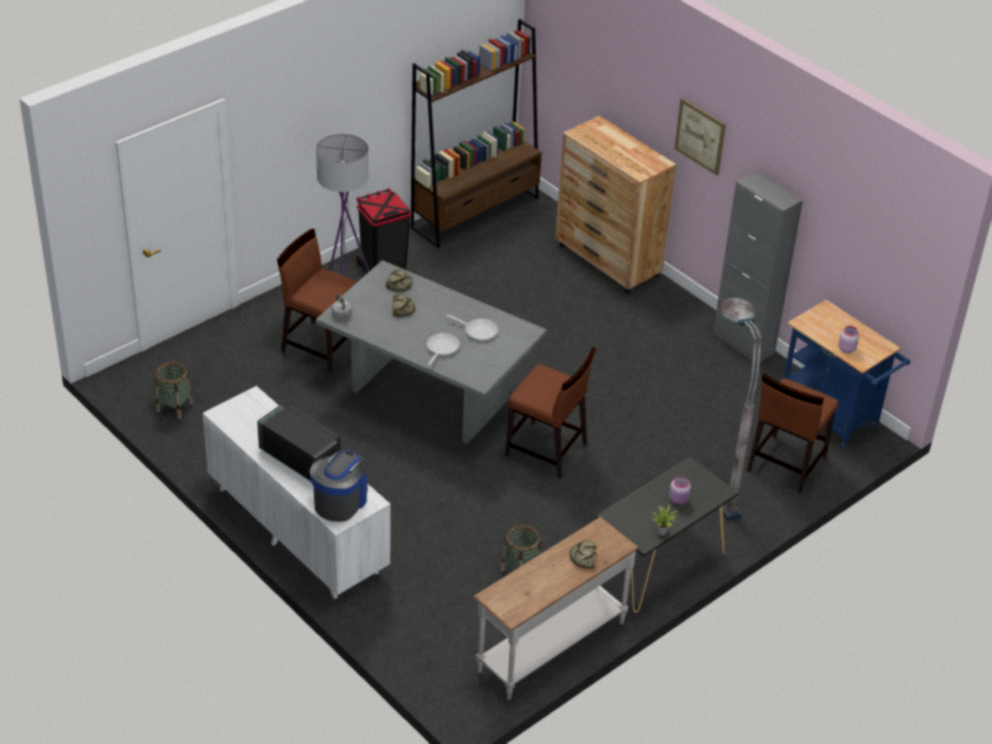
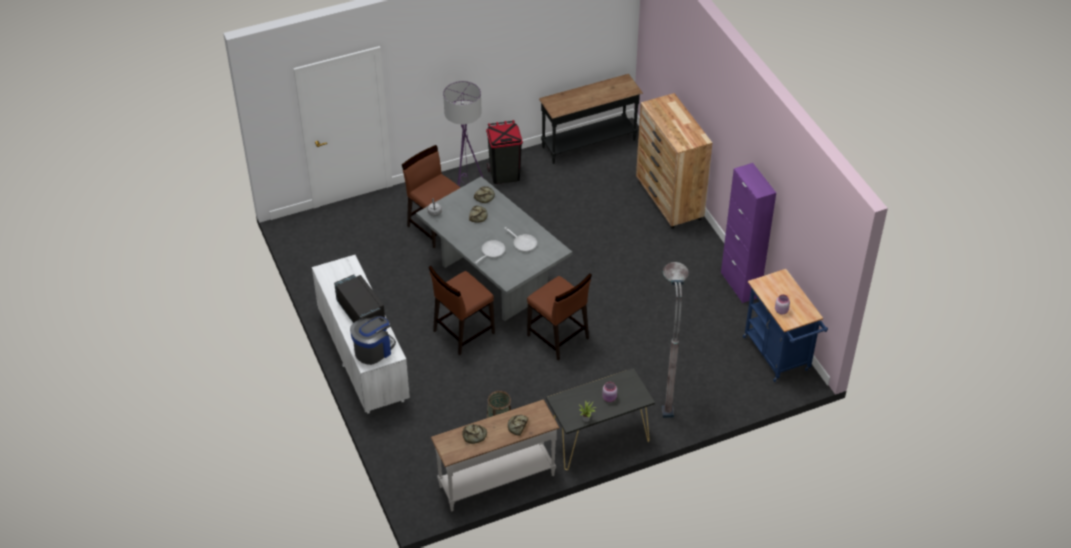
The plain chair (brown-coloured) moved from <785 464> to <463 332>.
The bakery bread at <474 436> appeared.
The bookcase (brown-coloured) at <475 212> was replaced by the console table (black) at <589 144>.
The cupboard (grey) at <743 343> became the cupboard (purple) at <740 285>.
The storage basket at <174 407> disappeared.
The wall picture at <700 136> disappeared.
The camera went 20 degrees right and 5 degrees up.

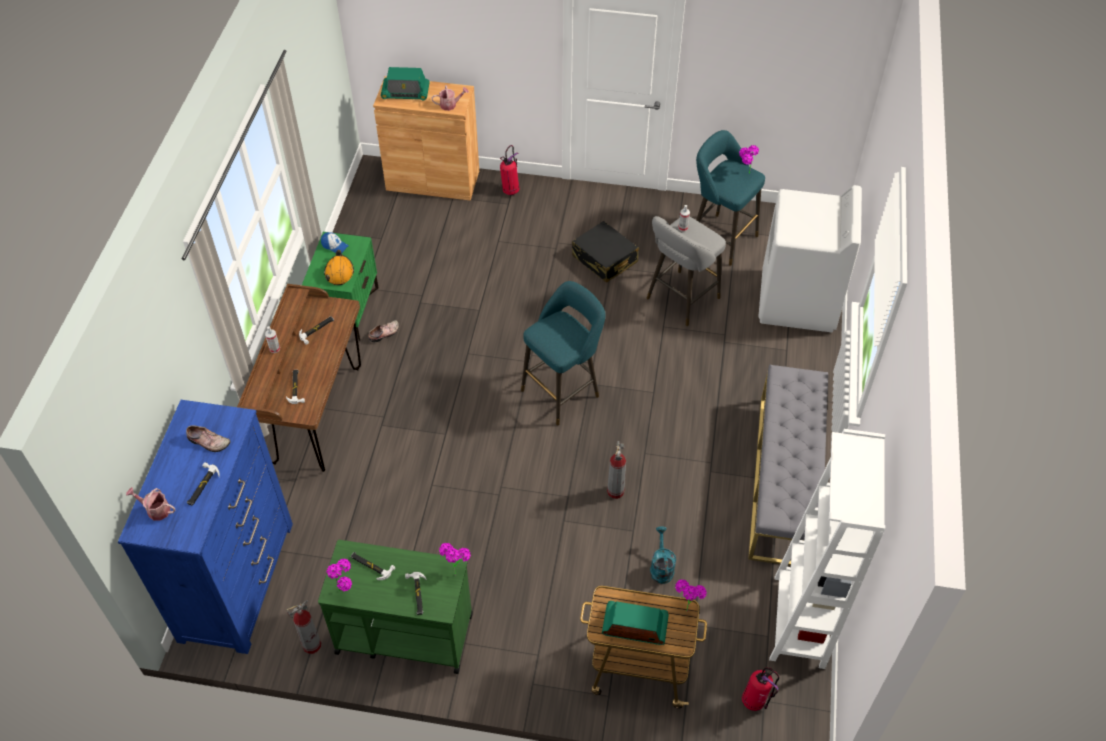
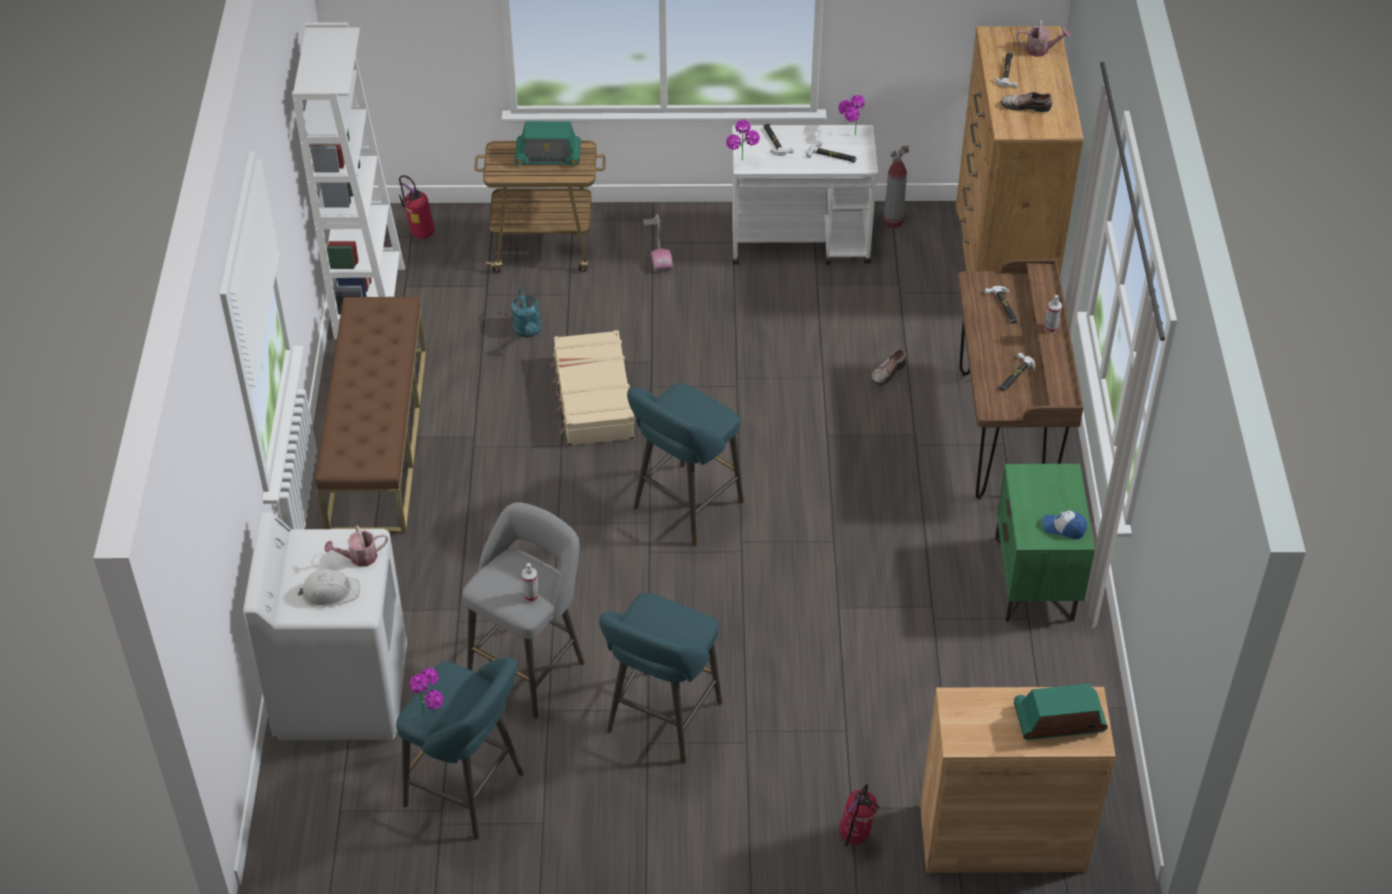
The work helmet (white) at <329 592> appeared.
The bench (grey) at <785 480> became the bench (brown-coloured) at <377 438>.
The watering can moved from <450 105> to <359 557>.
The extinguisher at <615 491> was replaced by the travel case (sand-coloured) at <593 399>.
The travel case (black) at <604 259> was replaced by the stool (turquoise) at <661 722>.
The vacuum at <657 246> appeared.
The cart (greenish) at <403 633> became the cart (white) at <801 242>.
The item of footwear moved from <385 334> to <887 371>.
The chest of drawers (blue) at <237 581> became the chest of drawers (brown-coloured) at <1002 261>.
The work helmet (orangey) at <339 272> disappeared.
The potted plant at <687 606> disappeared.
The camera went 170 degrees right and 5 degrees down.

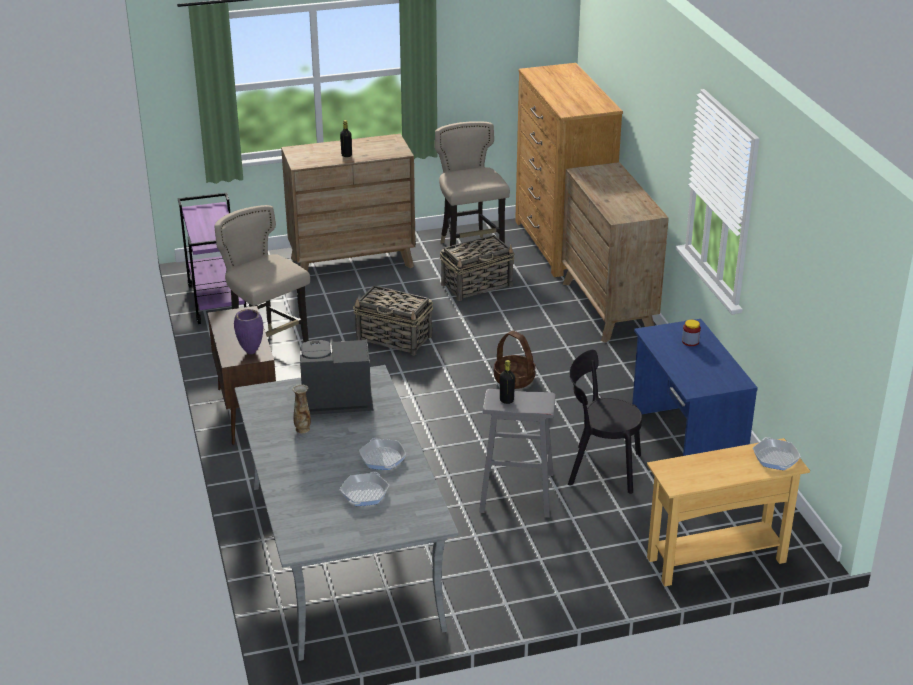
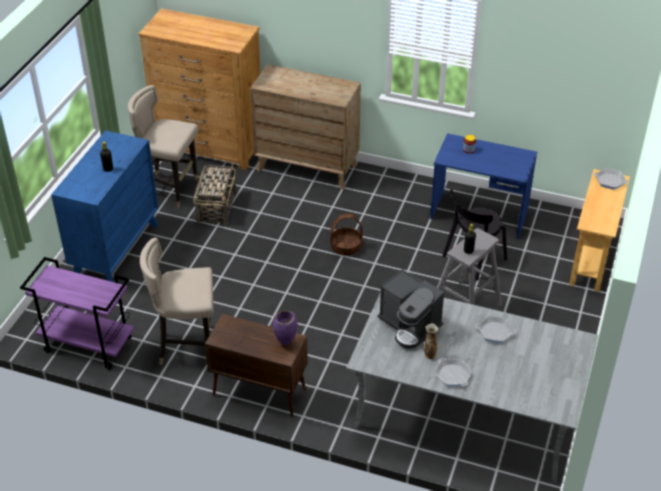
The chest of drawers (brown-coloured) at <352 262> became the chest of drawers (blue) at <116 250>.
The coffee brewer at <334 401> turned 75 degrees counterclockwise.
The frying pan moved from <364 493> to <453 375>.
The storage basket at <395 339> disappeared.
The camera went 55 degrees left and 10 degrees up.

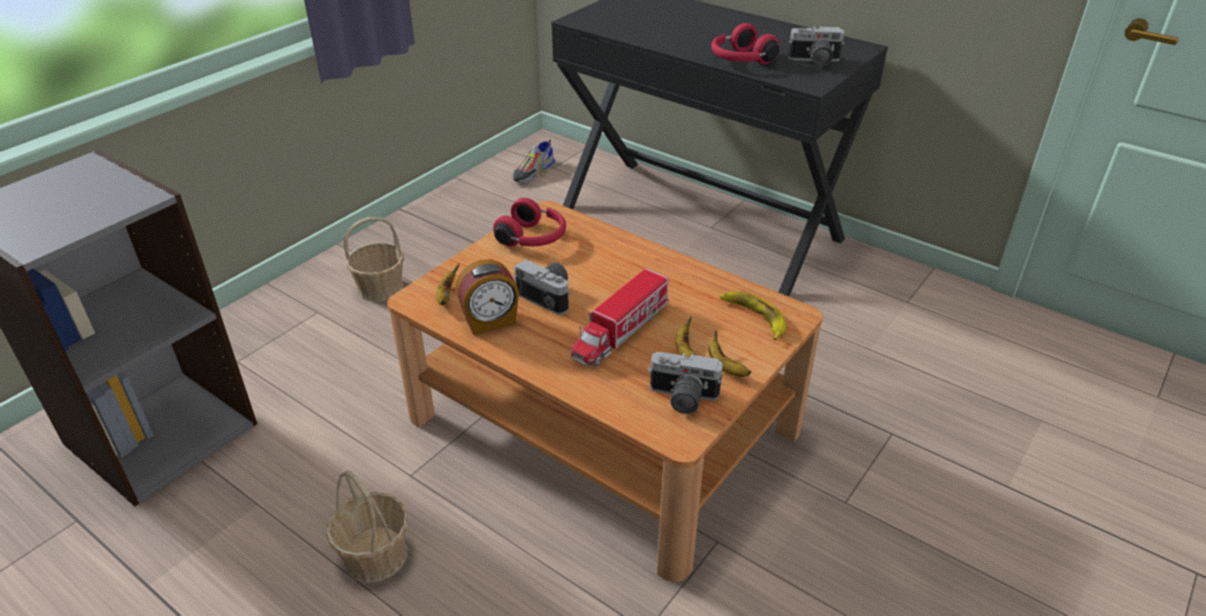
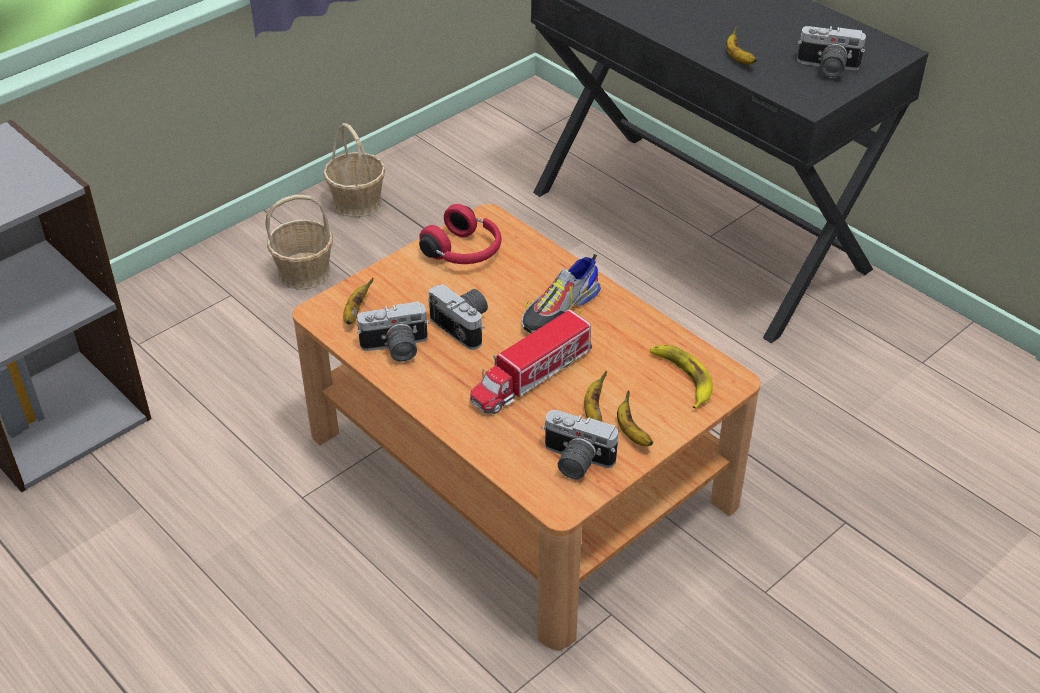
The storage basket moved from <375 555> to <357 202>.
The alarm clock at <490 322> was replaced by the still camera at <395 349>.
The item of footwear moved from <533 172> to <560 310>.
The headphones (red-coloured) at <740 60> was replaced by the banana fruit at <738 58>.
The camera went 10 degrees right and 5 degrees up.

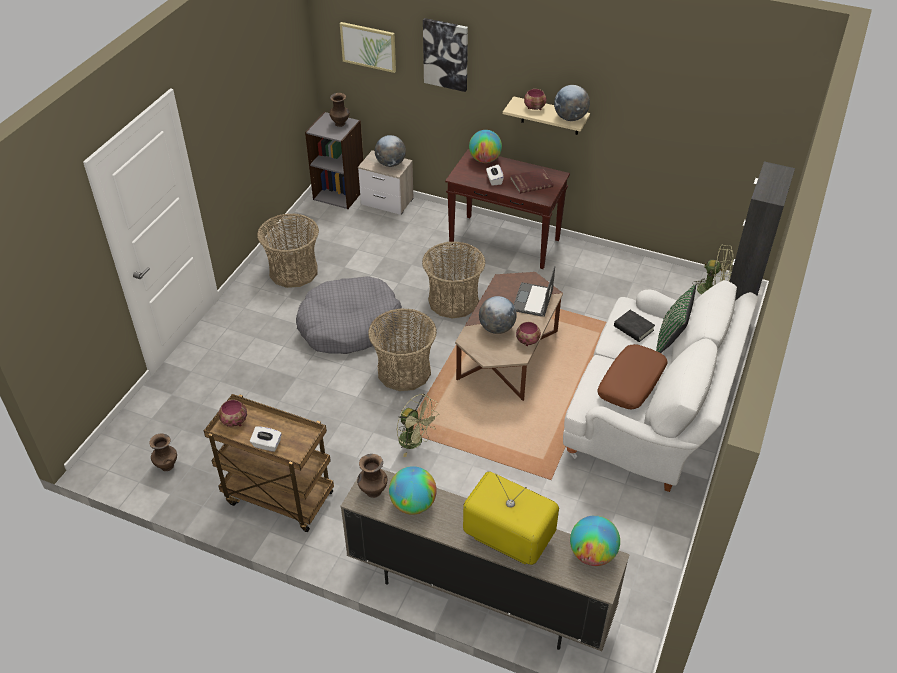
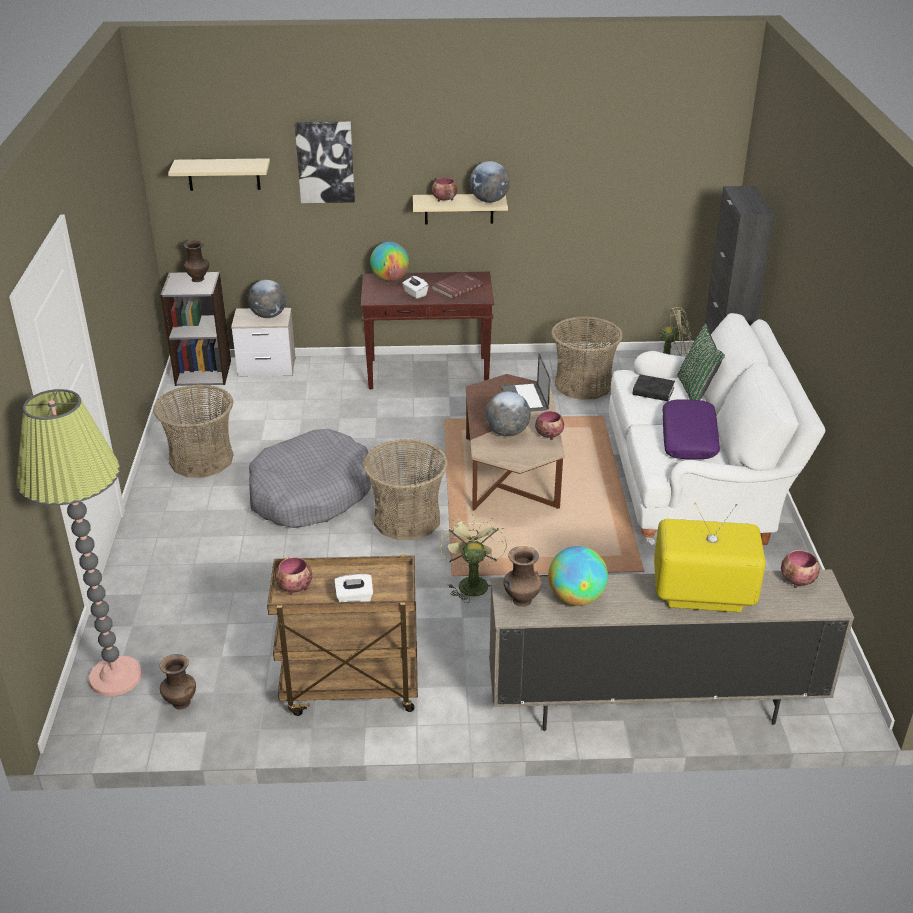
The standing lamp at <115 677> appeared.
The wall picture at <368 46> was replaced by the wall shelf (sand-coloured) at <223 174>.
The cooling fan (greenish) at <415 442> turned 105 degrees counterclockwise.
The storage basket moved from <453 301> to <583 384>.
The throw pillow (brown-coloured) at <631 383> became the throw pillow (purple) at <689 438>.
The world globe at <592 554> was replaced by the deep dish at <797 581>.
The camera went 25 degrees left and 10 degrees down.

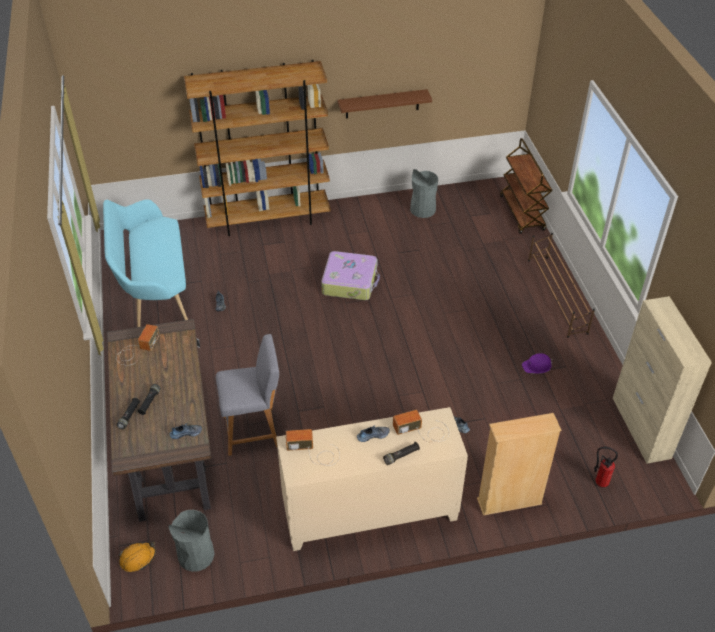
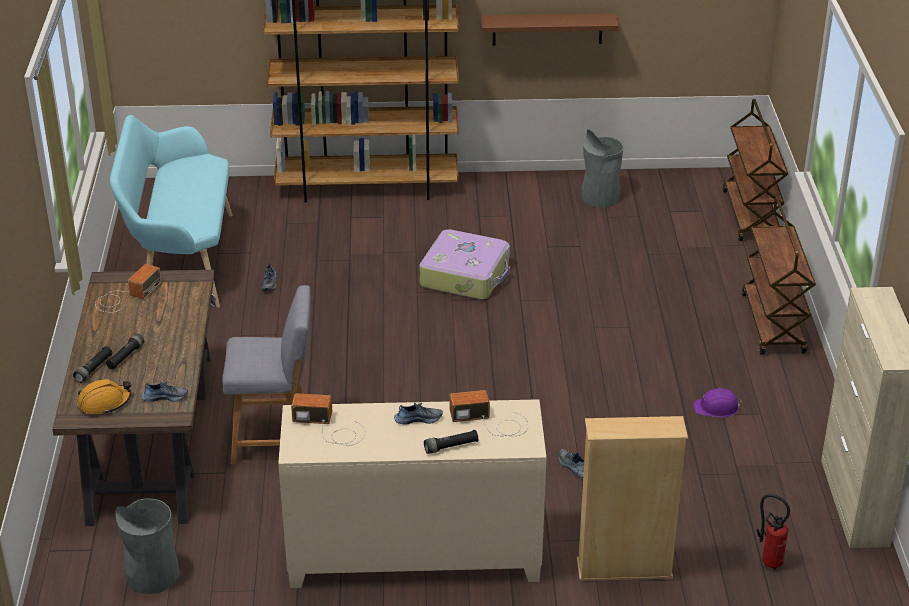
The work helmet (orangey) moved from <138 558> to <104 403>.
The shoe stand (brown-coloured) at <557 296> was replaced by the cart (brown-coloured) at <773 324>.
The camera went 10 degrees right and 10 degrees down.

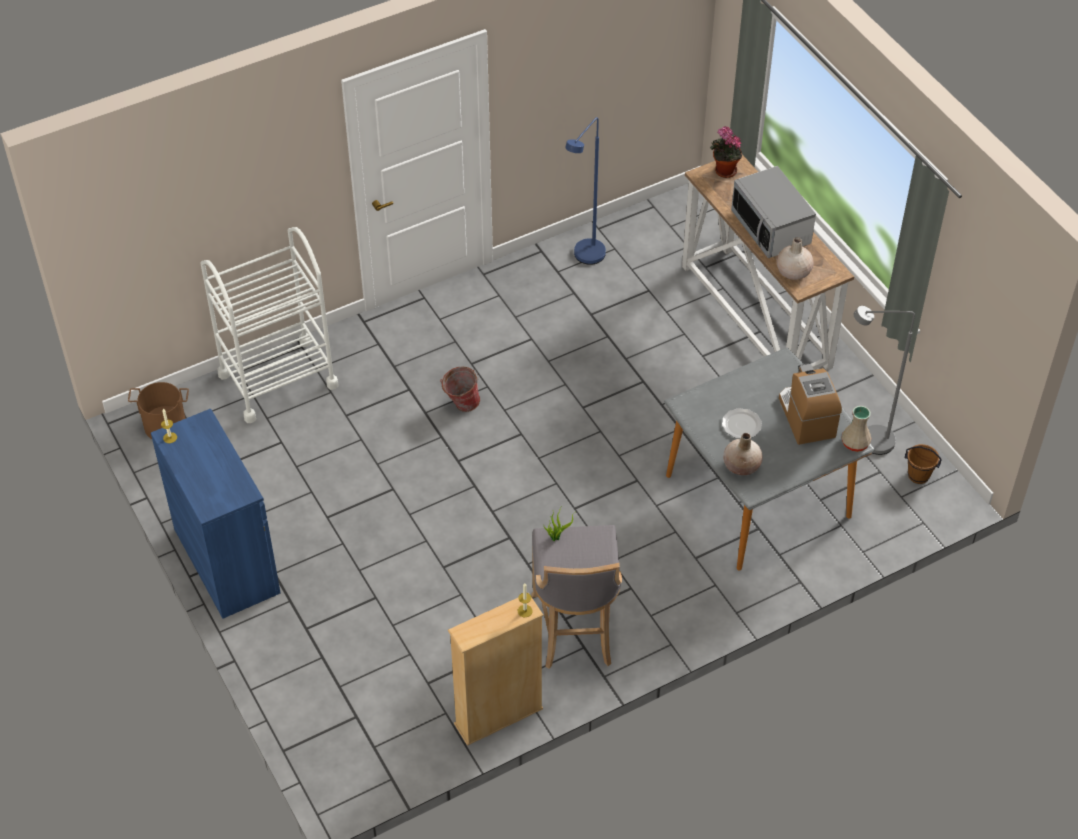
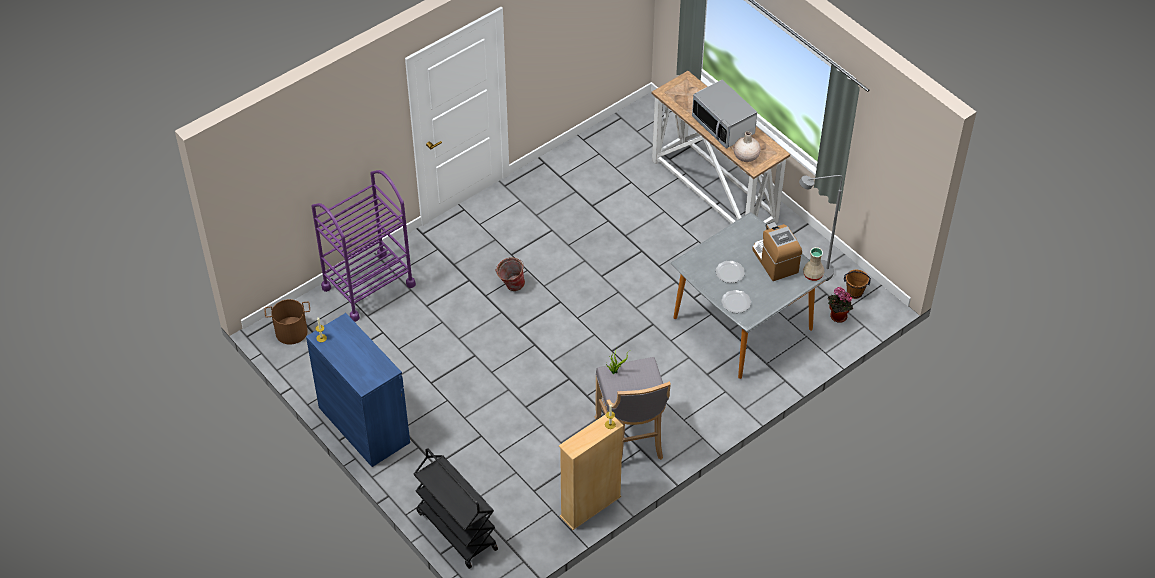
The cart (white) at <278 380> became the cart (purple) at <368 286>.
The cart (black) at <456 530> appeared.
The vase (sand-coloured) at <742 466> was replaced by the plate at <736 302>.
The potted plant moved from <723 171> to <837 317>.
The standing lamp (blue) at <585 259> disappeared.
The camera went 10 degrees left and 0 degrees up.

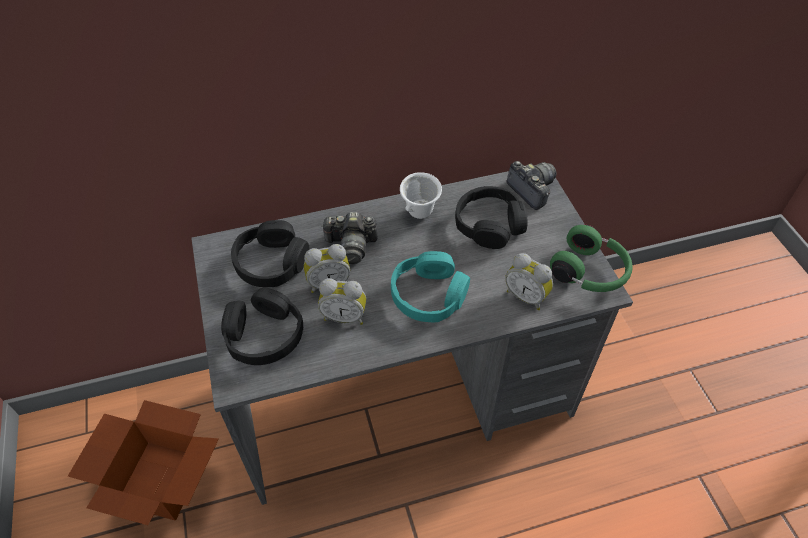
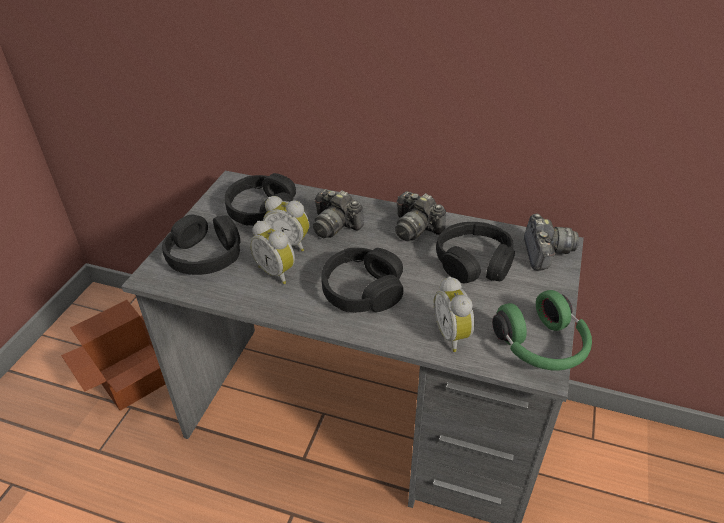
The headphones (turquoise) at <429 295> became the headphones (black) at <362 290>.
The mug (white) at <420 215> was replaced by the still camera at <415 228>.
The camera went 35 degrees right and 10 degrees down.

